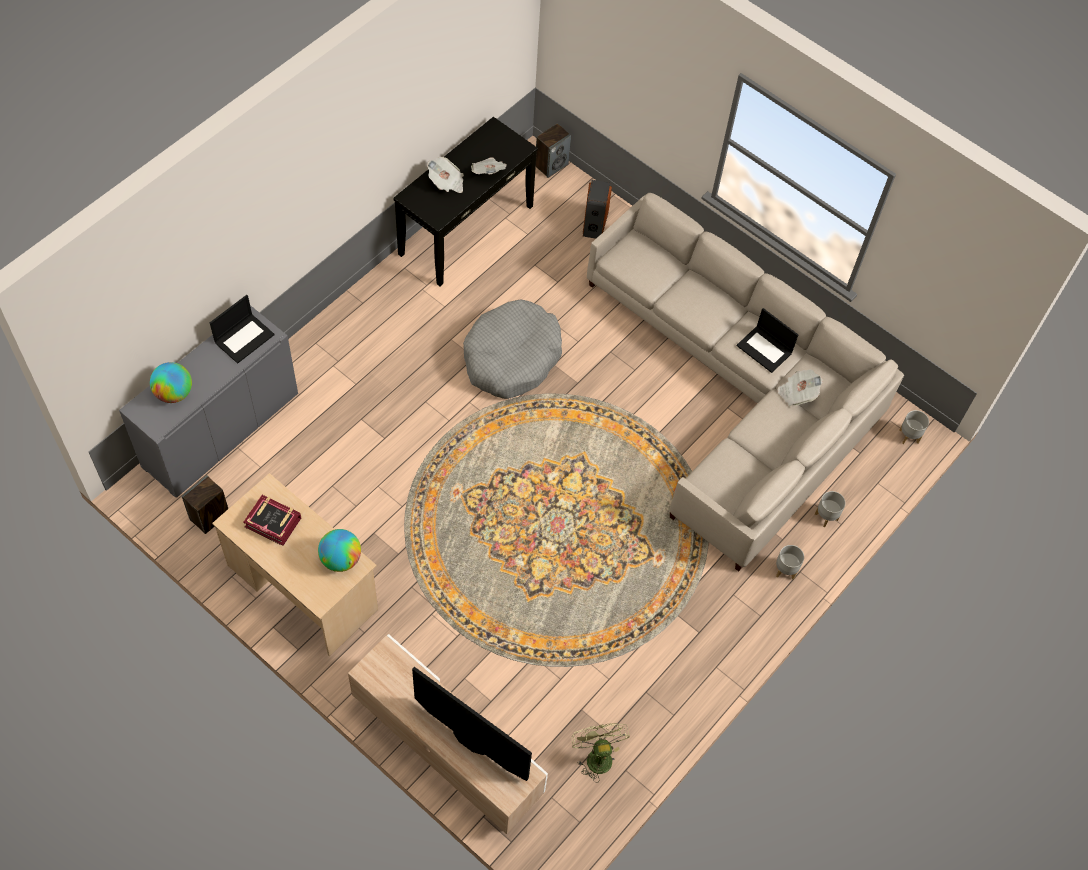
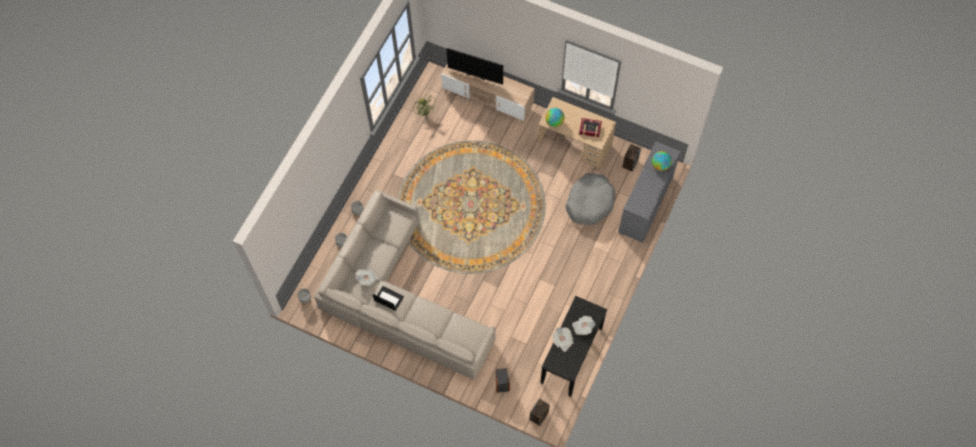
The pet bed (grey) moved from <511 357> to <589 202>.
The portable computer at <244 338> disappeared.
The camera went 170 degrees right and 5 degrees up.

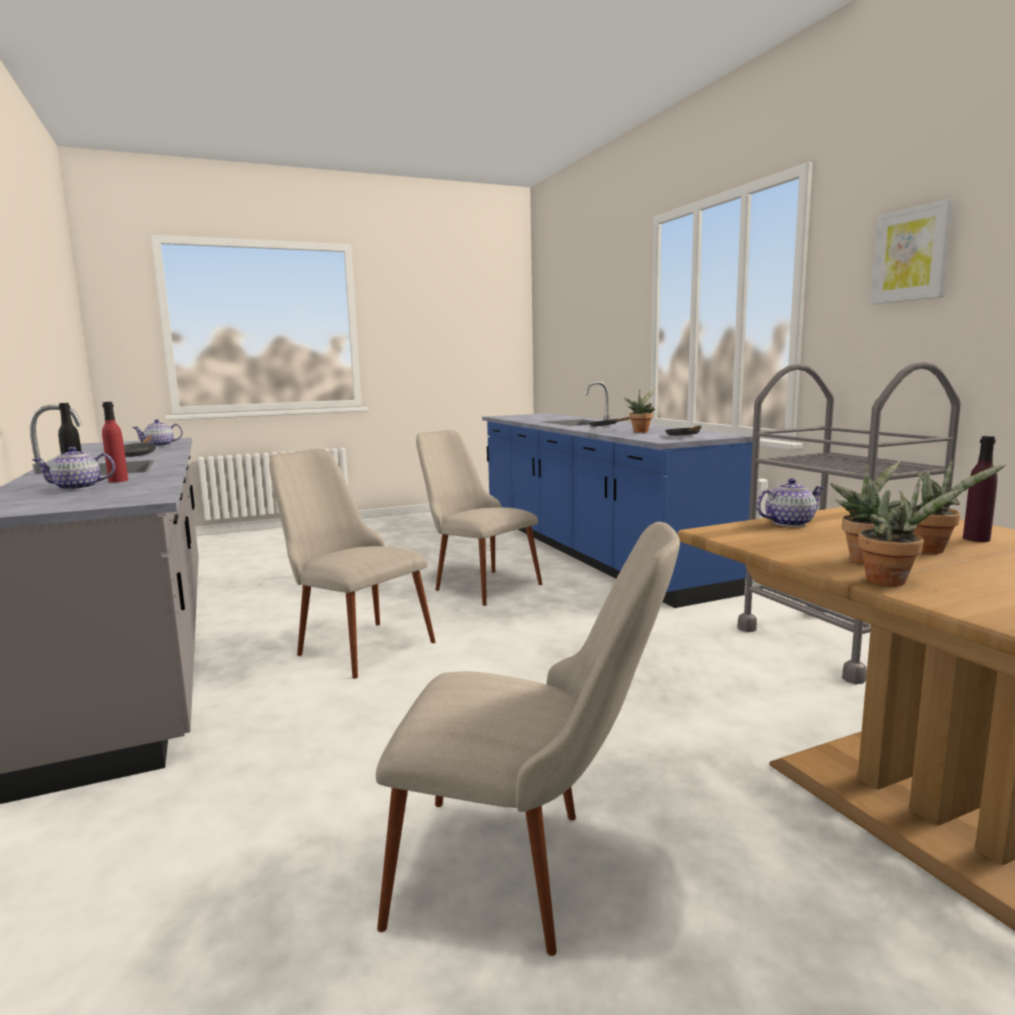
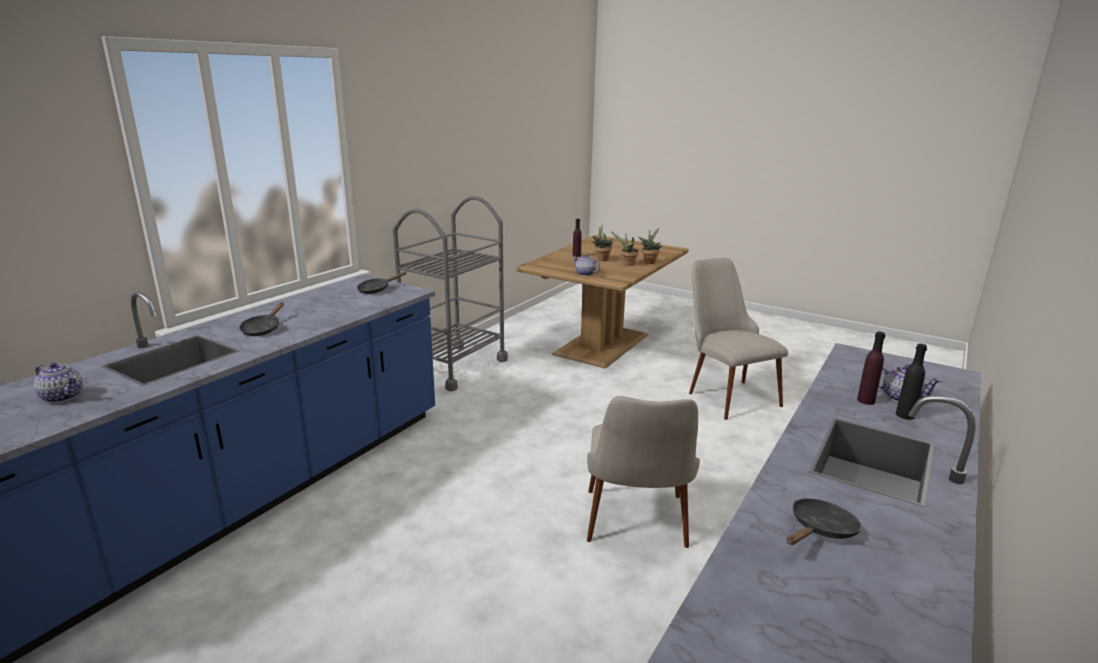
The tea pot moved from <160 445> to <62 396>.
The drink bottle (red-coloured) at <118 480> became the drink bottle (purple) at <865 400>.
The plain chair (sand-coloured) at <476 583> disappeared.
The potted plant at <640 431> disappeared.
The wall picture at <911 255> disappeared.
The camera went 125 degrees left and 10 degrees up.

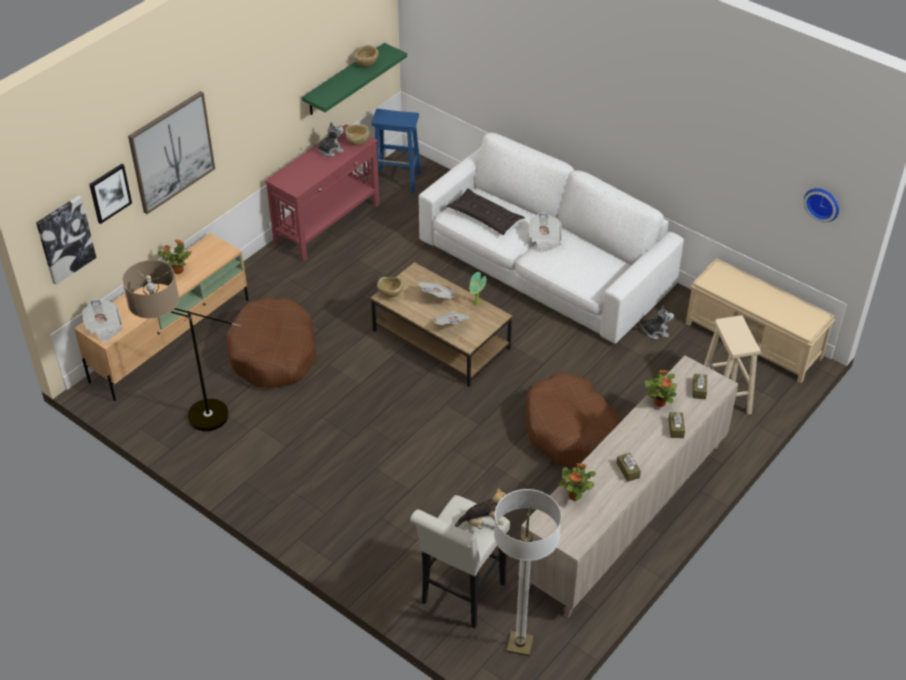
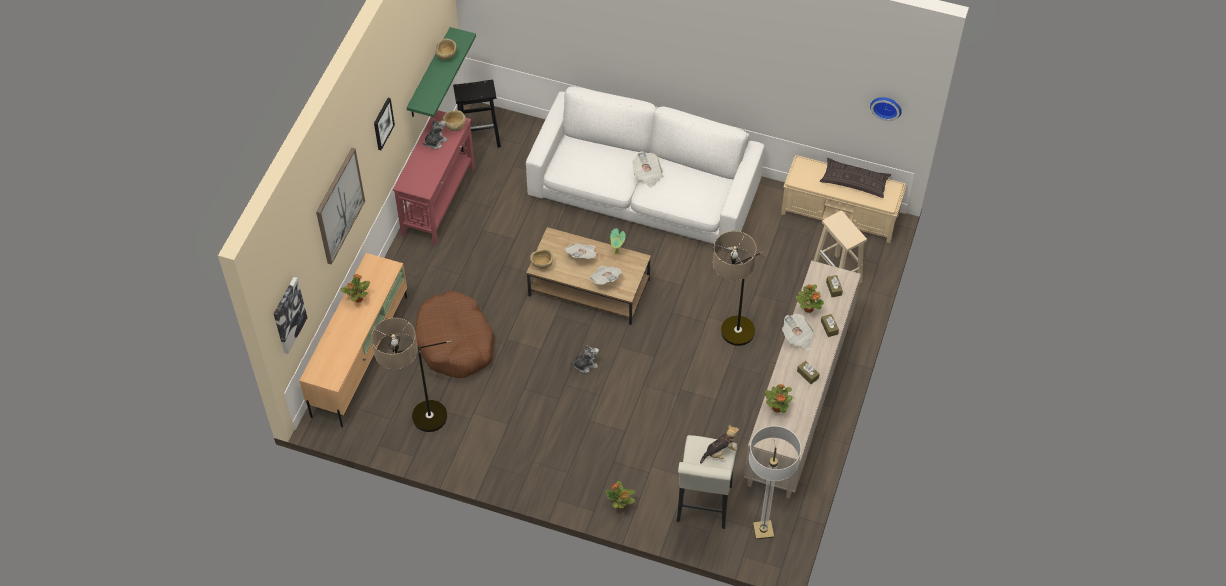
The wall picture moved from <109 193> to <383 123>.
The stool (blue) at <398 180> became the stool (black) at <480 138>.
The plush toy moved from <655 332> to <585 364>.
The potted plant at <620 505> appeared.
The pet bed (brown-coloured) at <572 432> was replaced by the standing lamp at <730 341>.
The printed paper moved from <104 328> to <798 337>.
The throw pillow moved from <484 216> to <854 181>.
The camera went 20 degrees left and 10 degrees up.

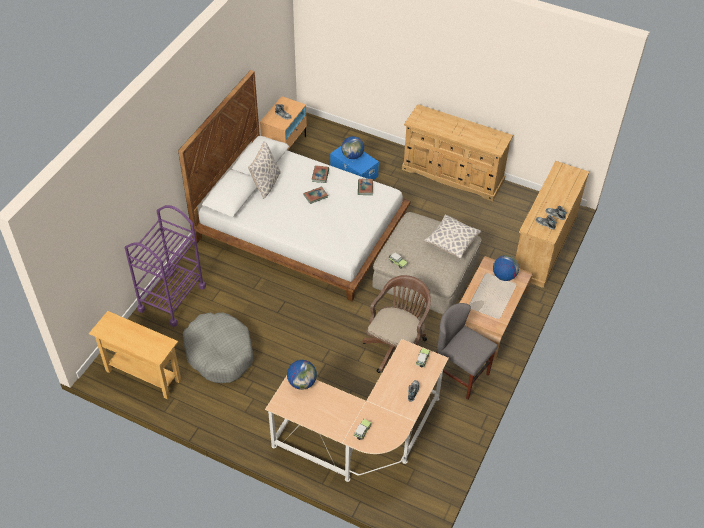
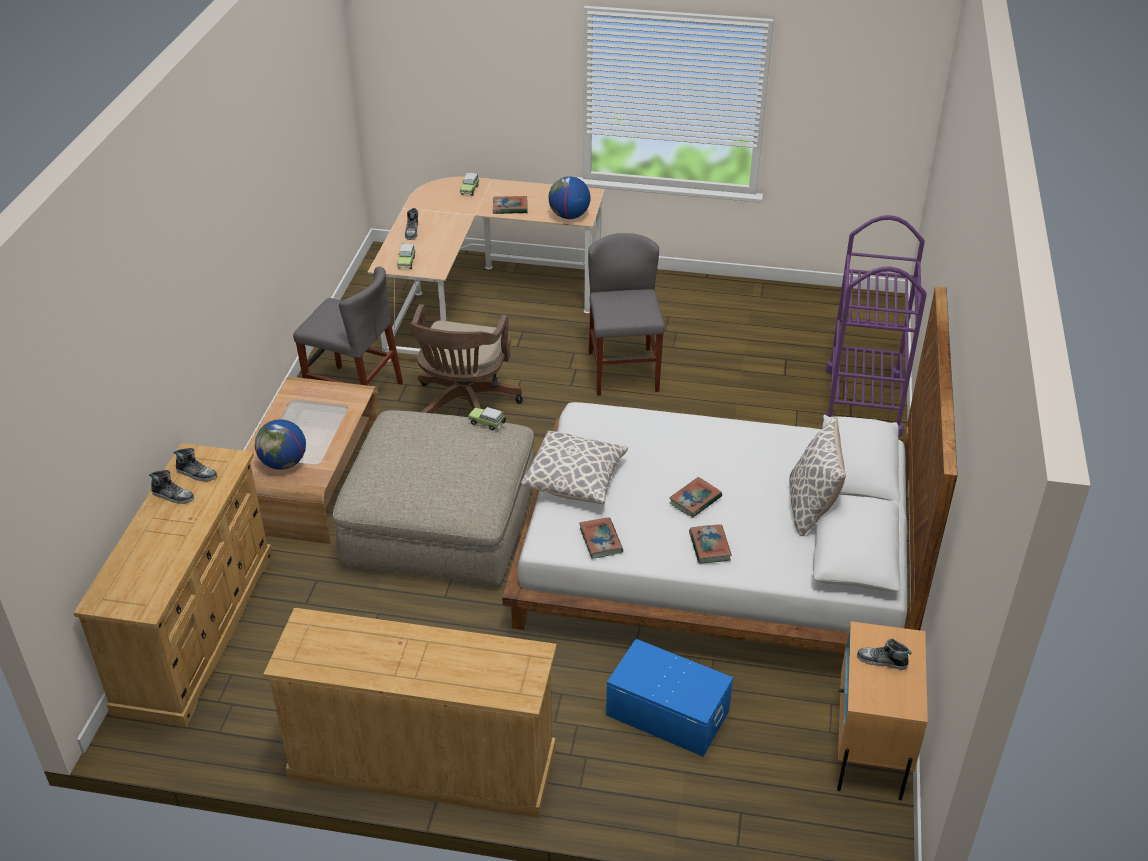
The volume at <510 208> appeared.
The throw pillow moved from <452 242> to <575 480>.
The plain chair (grey) at <623 371> appeared.
The console table (sand-coloured) at <143 375> disappeared.
The pet bed (grey) at <219 353> disappeared.
The world globe at <352 156> disappeared.
The camera went 165 degrees right and 10 degrees down.

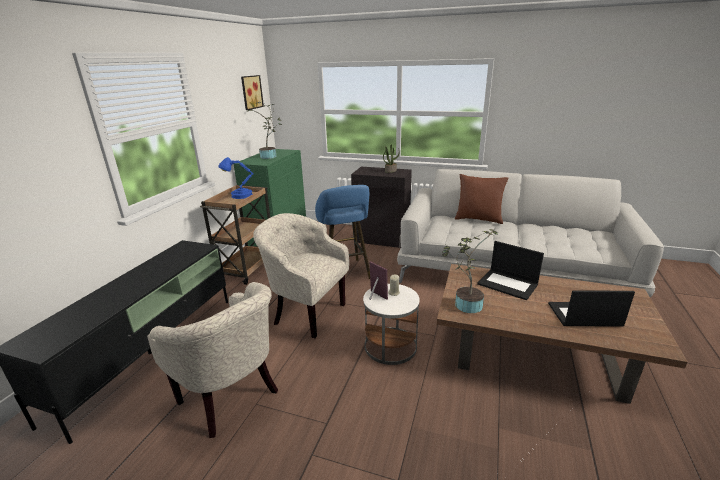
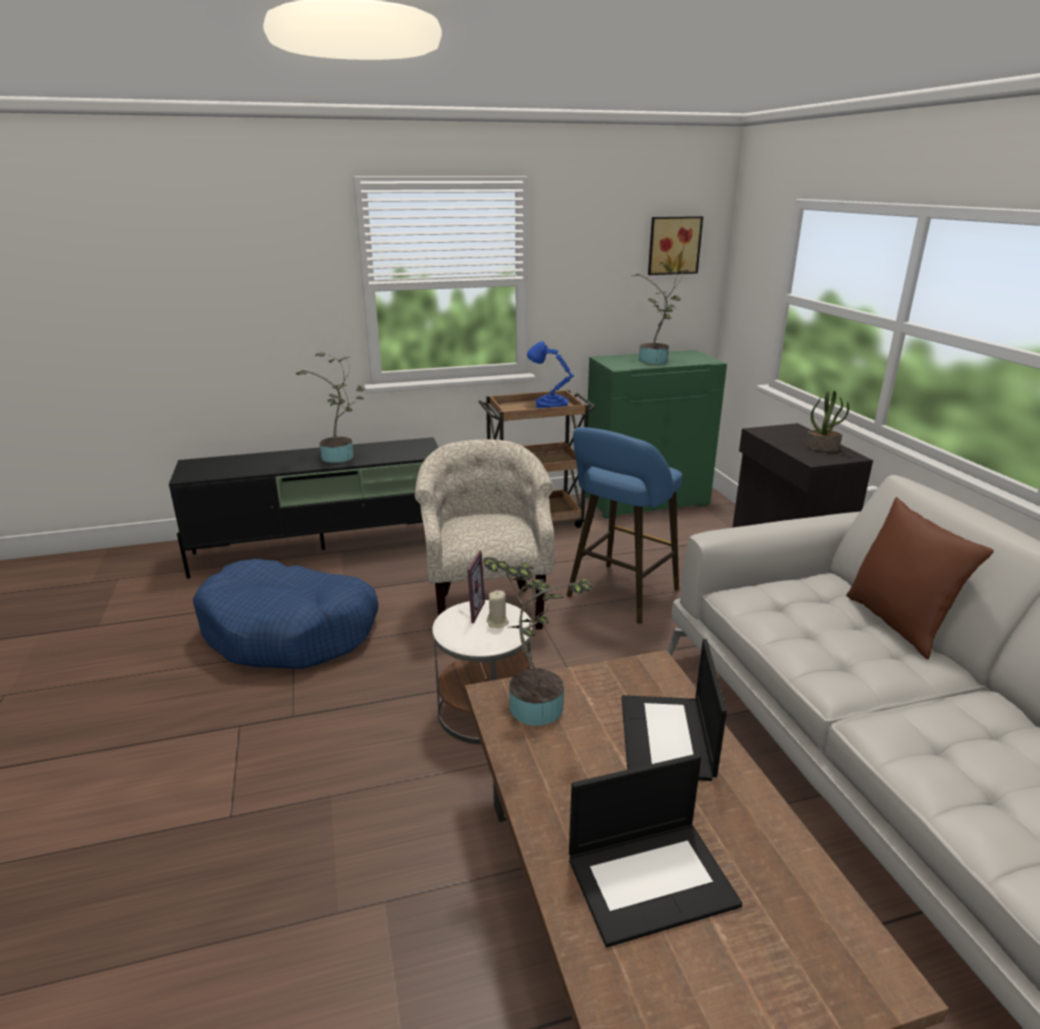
The easy chair (sand-coloured) at <232 399> was replaced by the pet bed (blue) at <290 631>.
The potted plant at <341 457> appeared.
The portable computer at <583 315> turned 105 degrees clockwise.
The camera went 55 degrees right and 0 degrees up.

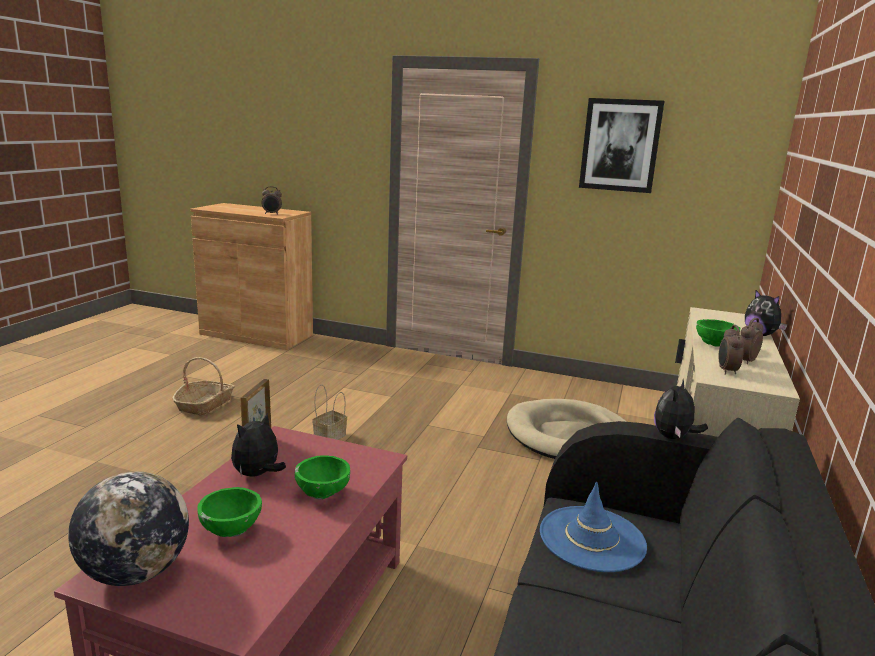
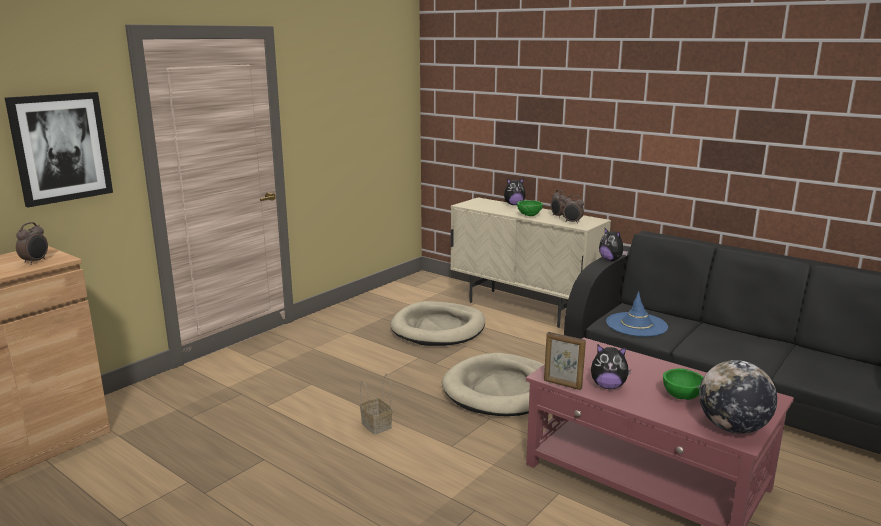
The wall picture moved from <620 145> to <61 148>.
The pet bed (sand-coloured) at <502 390> appeared.
The plush toy at <257 475> turned 45 degrees counterclockwise.
The storage basket at <205 404> disappeared.
The deep dish (greenish) at <323 493> disappeared.
The camera went 70 degrees left and 0 degrees up.

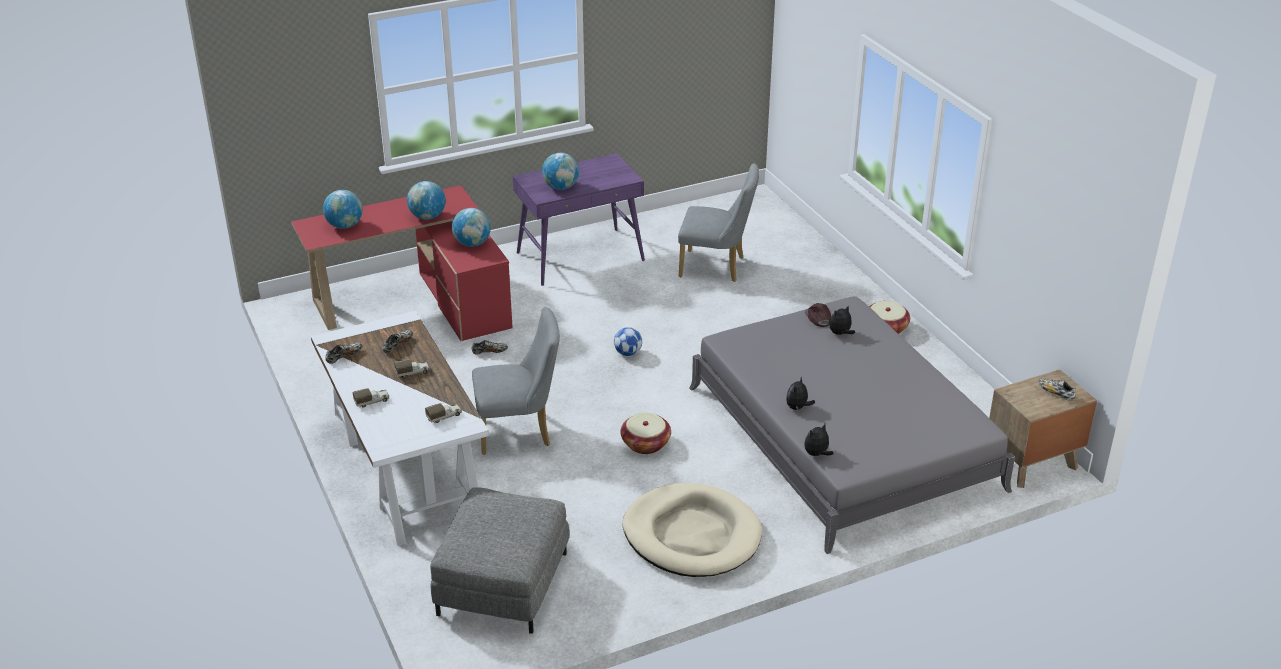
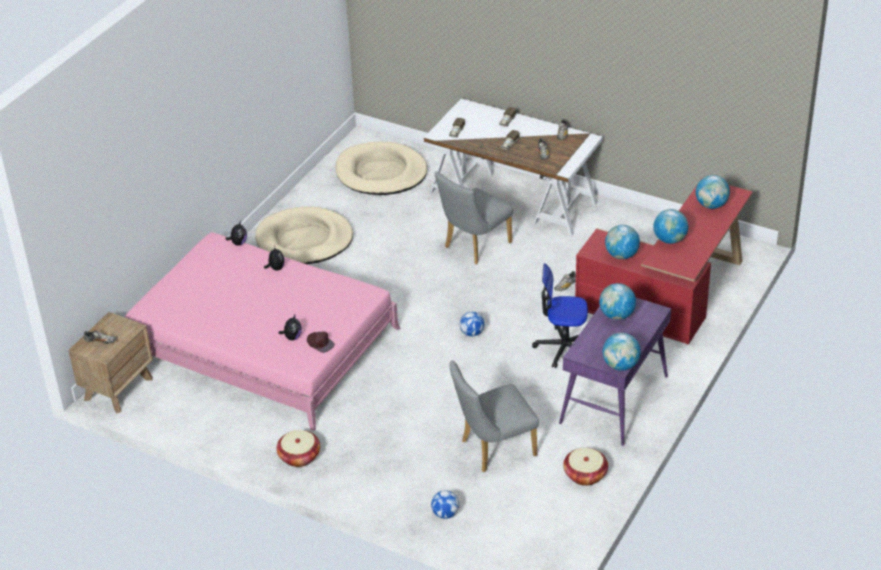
The bed (grey) at <842 437> became the bed (pink) at <262 344>.
The pouffe (grey) at <502 583> was replaced by the pet bed (sand-coloured) at <381 173>.
The football ball at <445 514> appeared.
The desk chair at <563 348> appeared.
The storage basket moved from <645 444> to <585 475>.
The world globe at <620 365> appeared.
The camera went 145 degrees right and 5 degrees up.

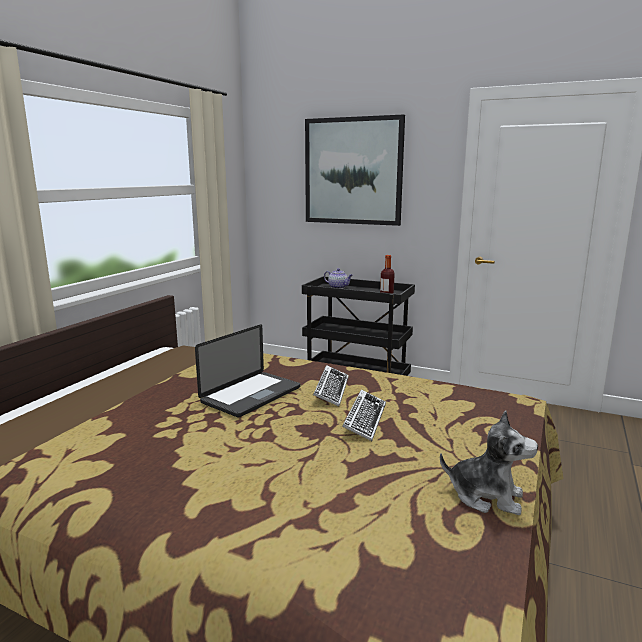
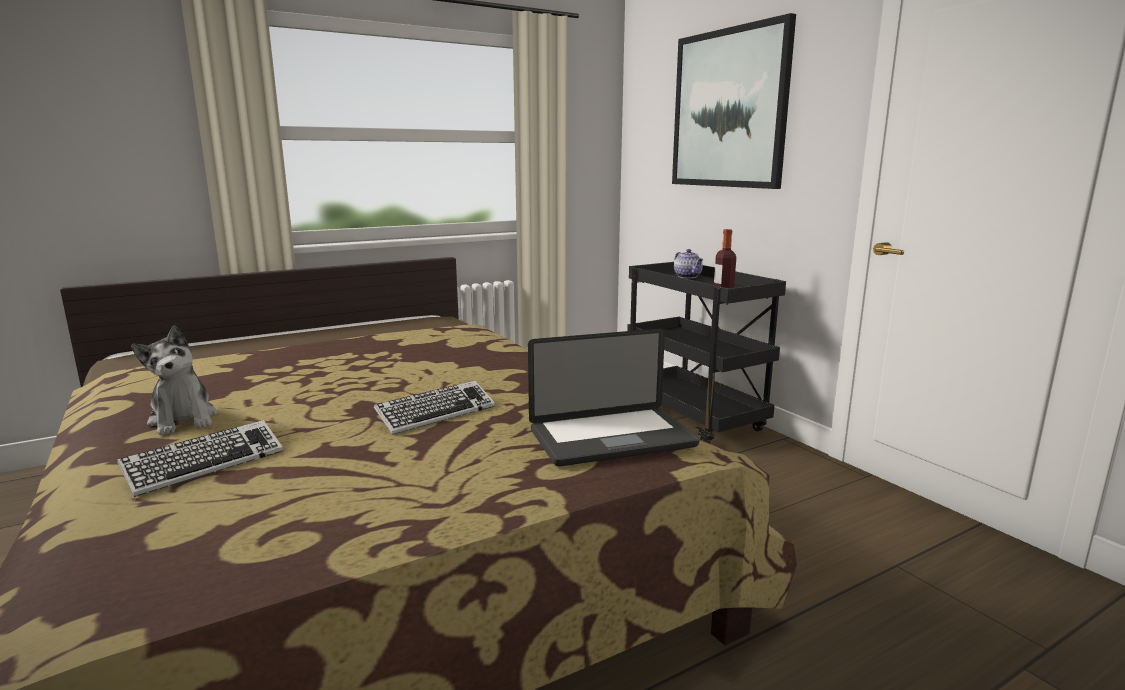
The keyboard moved from <331 390> to <205 464>.
The plush toy moved from <486 496> to <184 419>.
The portable computer moved from <251 395> to <612 438>.
The camera went 35 degrees right and 0 degrees up.

